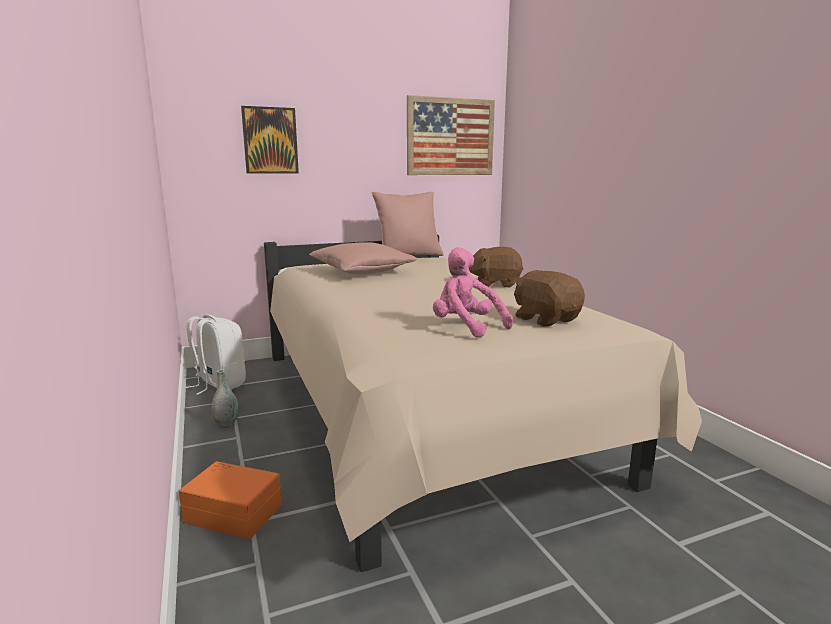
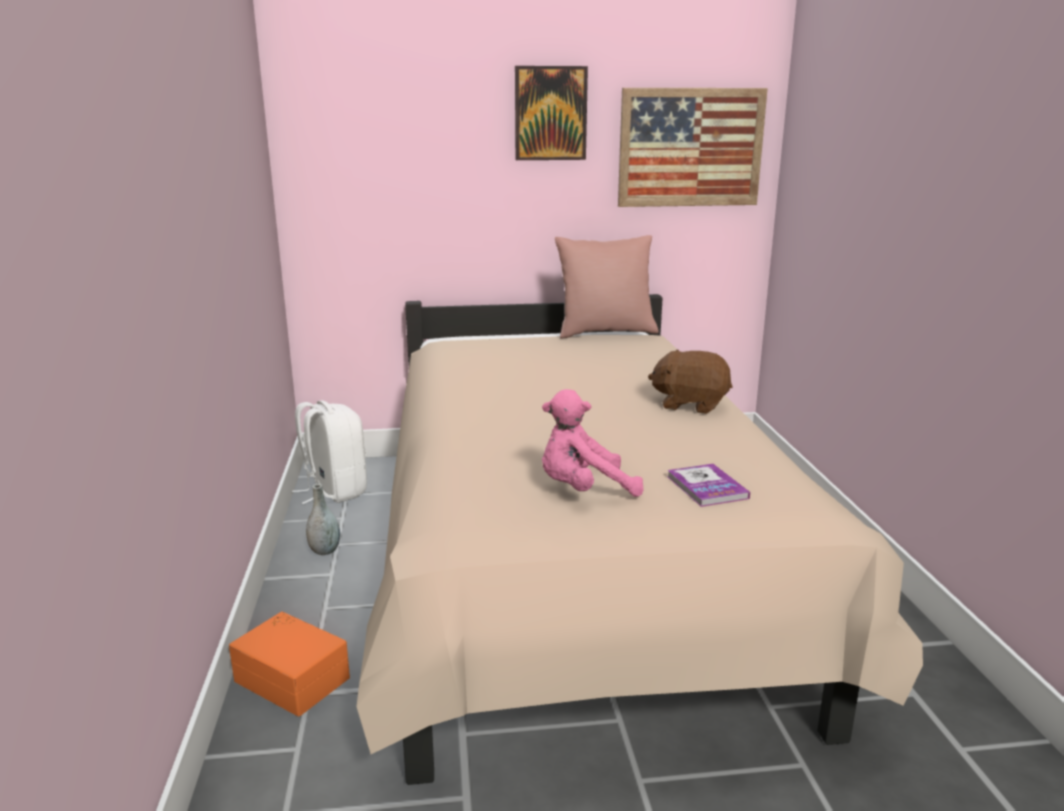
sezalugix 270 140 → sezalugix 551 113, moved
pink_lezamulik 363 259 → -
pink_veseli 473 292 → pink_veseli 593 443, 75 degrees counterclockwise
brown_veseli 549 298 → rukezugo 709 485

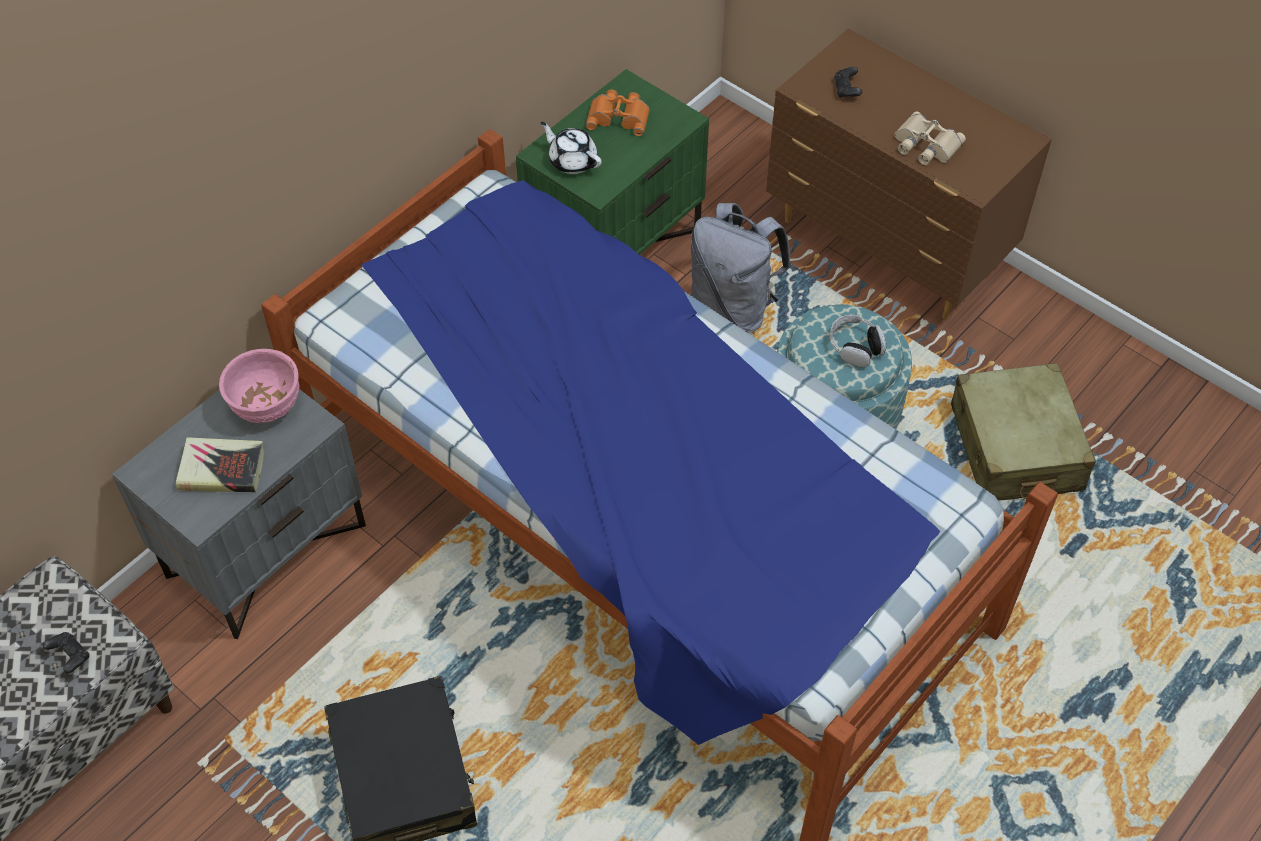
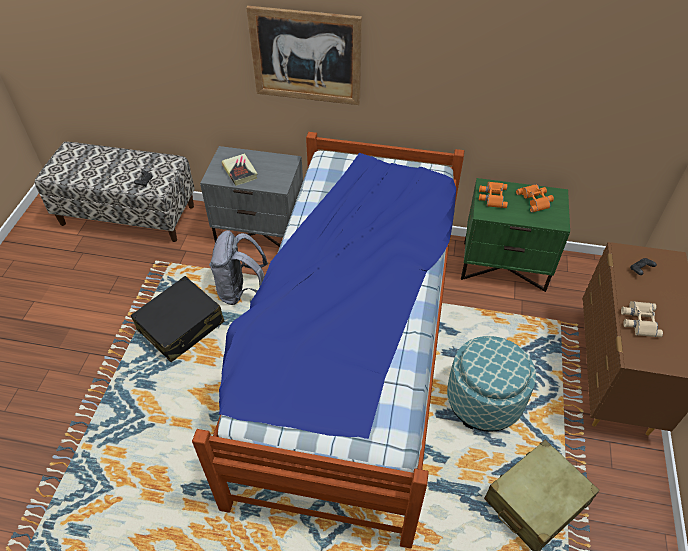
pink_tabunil 259 386 → -
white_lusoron 571 148 → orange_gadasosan 493 195
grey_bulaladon 741 267 → grey_bulaladon 238 267, moved
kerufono 857 340 → -
- → sezalugix 304 55

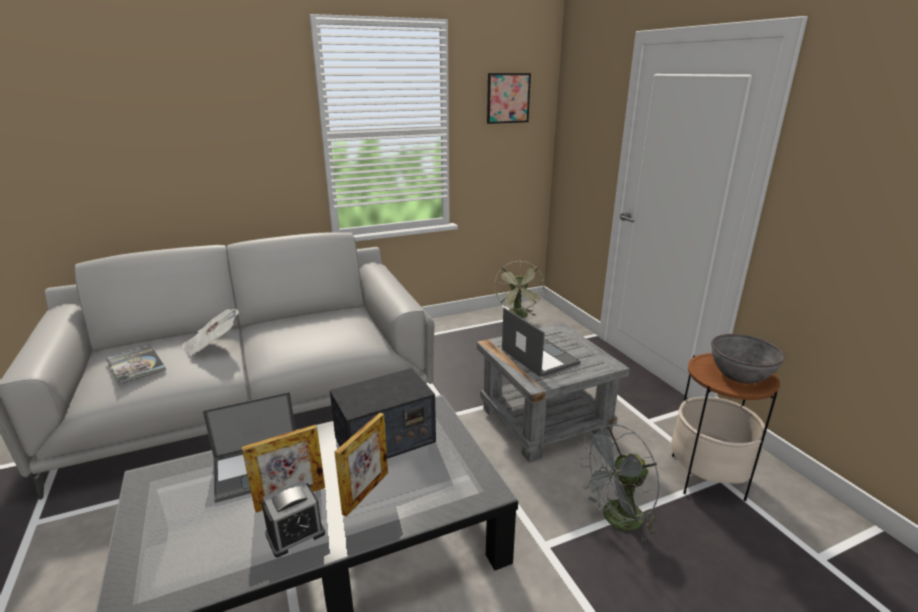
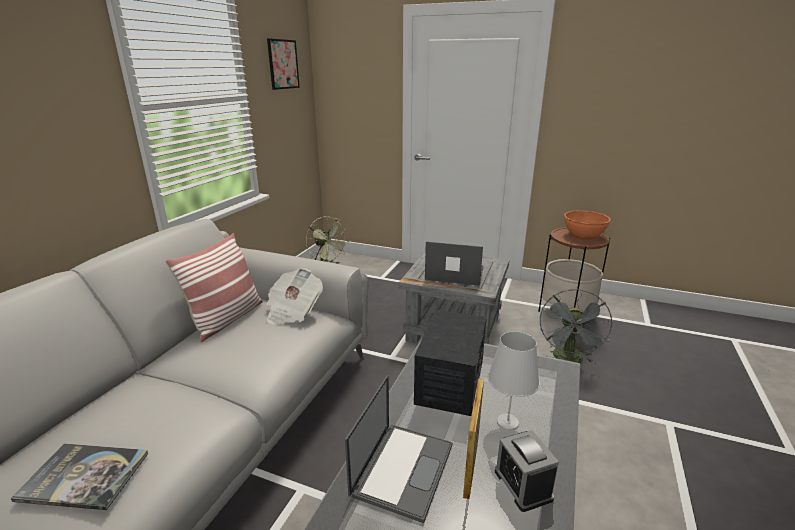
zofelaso 210 332 → zofelaso 294 296, moved
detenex 293 518 → detenex 527 471, 150 degrees clockwise
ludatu 361 464 → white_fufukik 514 380
grey_tabunil 748 359 → orange_tabunil 587 224
- → lezamulik 214 287

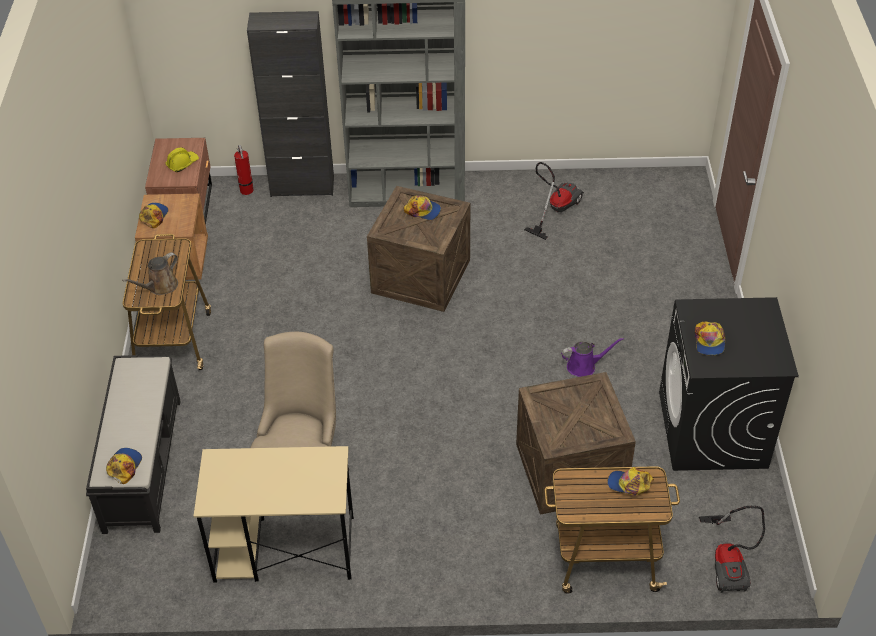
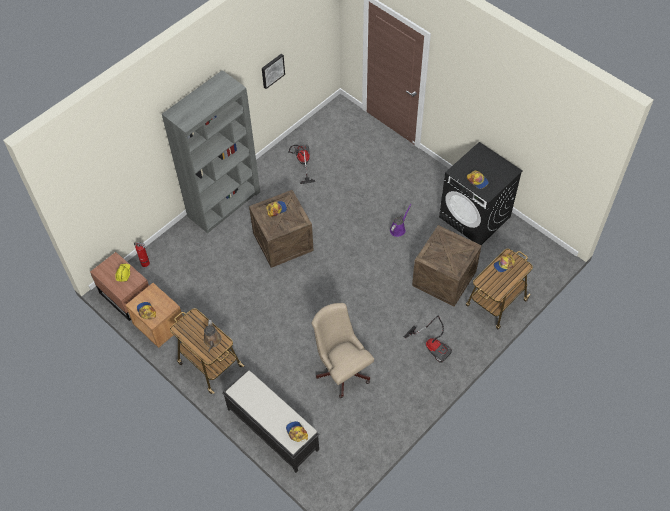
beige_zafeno 273 514 → -
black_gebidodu 290 104 → -
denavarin 732 549 → denavarin 428 339, moved
- → sezalugix 273 71

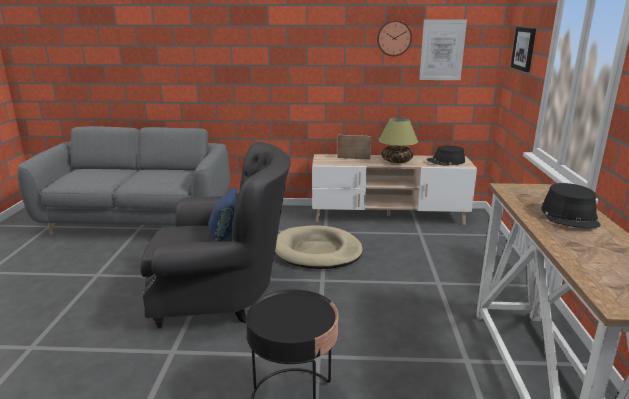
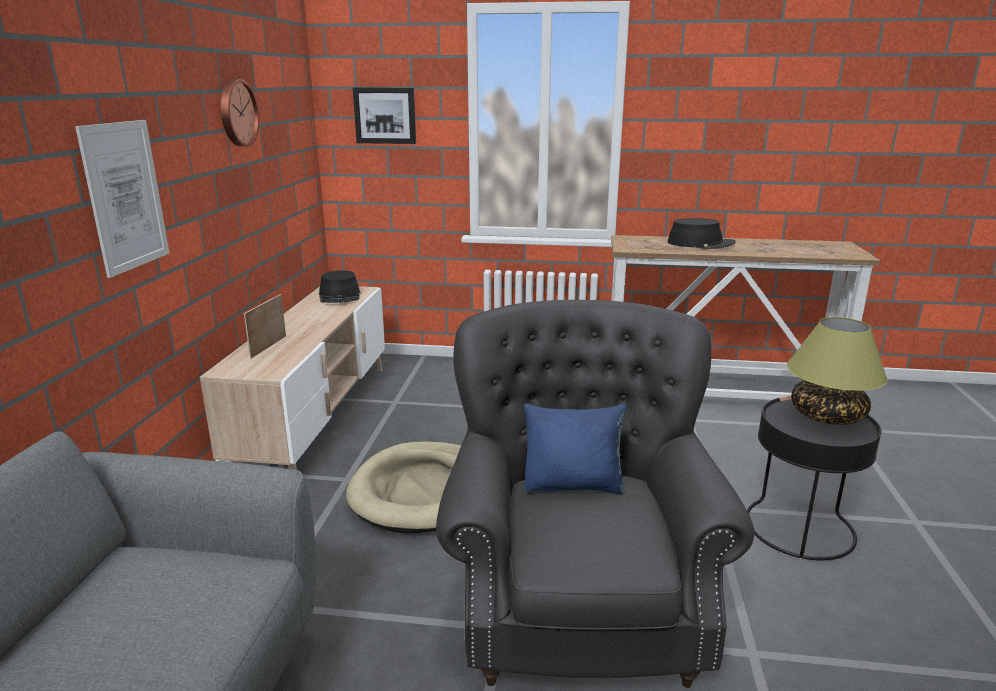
fufukik 398 140 → fufukik 837 371, moved
sezalugix 443 50 → sezalugix 122 199, moved

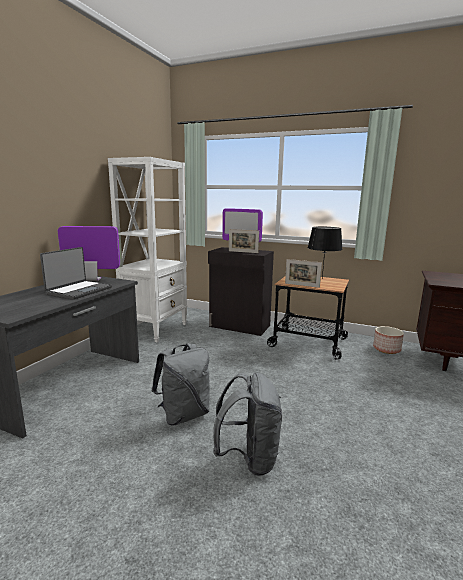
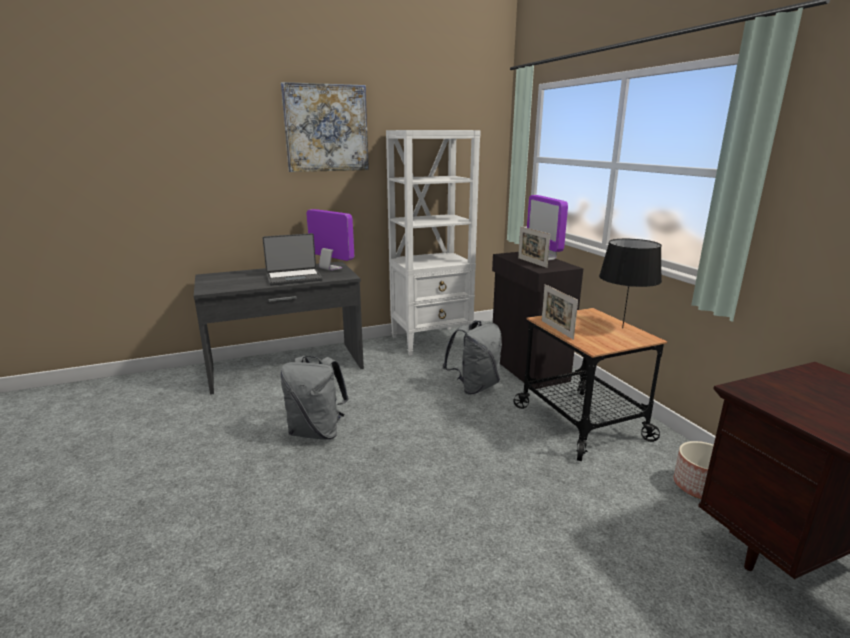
grey_bulaladon 247 424 → grey_bulaladon 472 357, moved
- → sezalugix 325 127

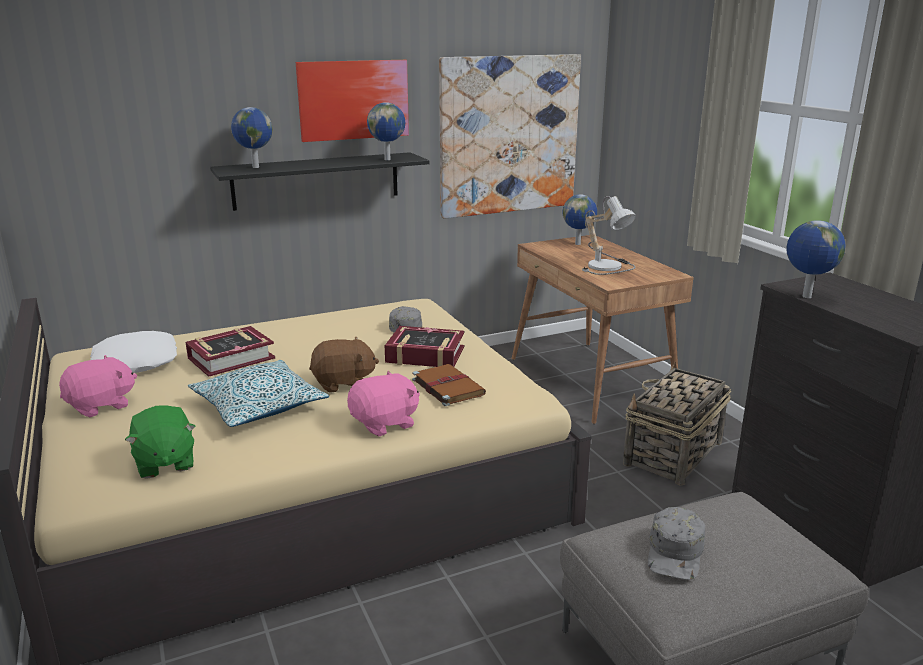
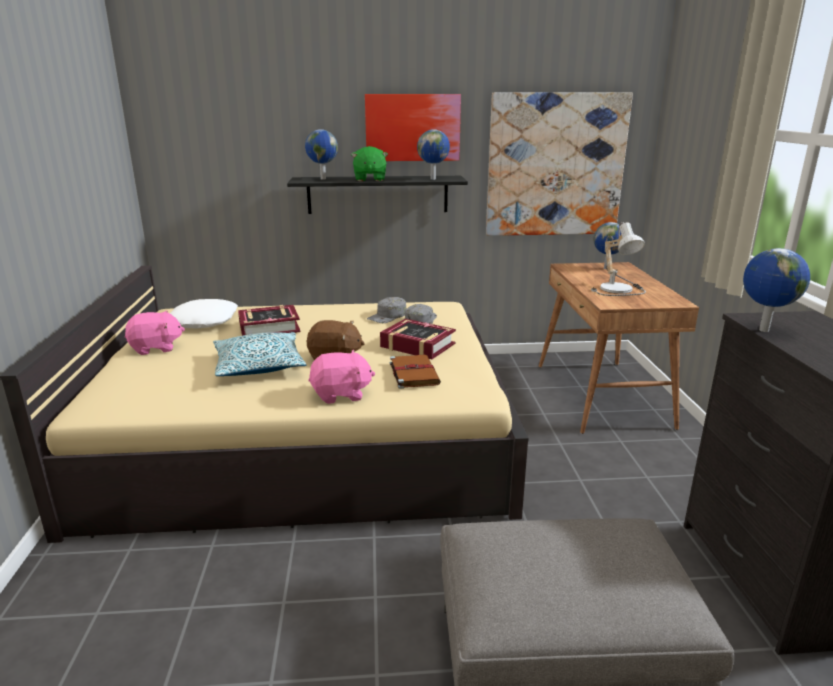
green_veseli 160 442 → green_veseli 369 163, moved
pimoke 677 424 → -
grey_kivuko 676 543 → grey_kivuko 386 310, moved

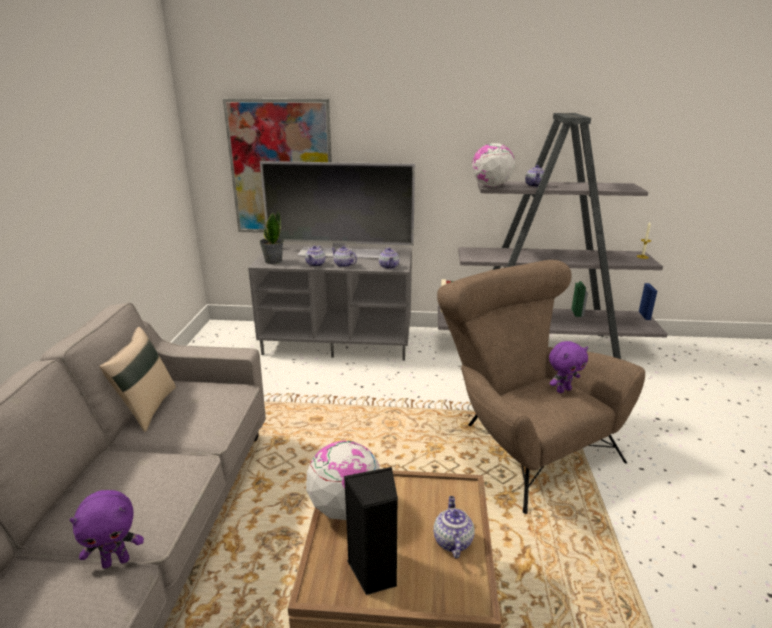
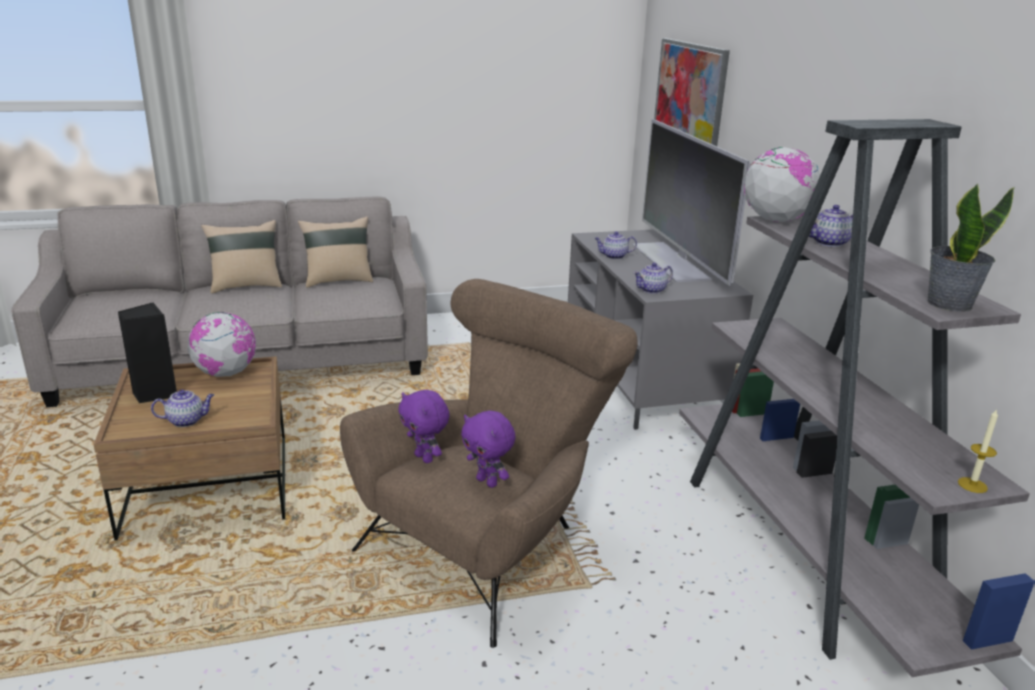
purple_veseli 106 529 → purple_veseli 424 426, moved
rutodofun 271 237 → rutodofun 971 247, moved
lusoron 344 256 → -
- → beige_lezamulik 241 257

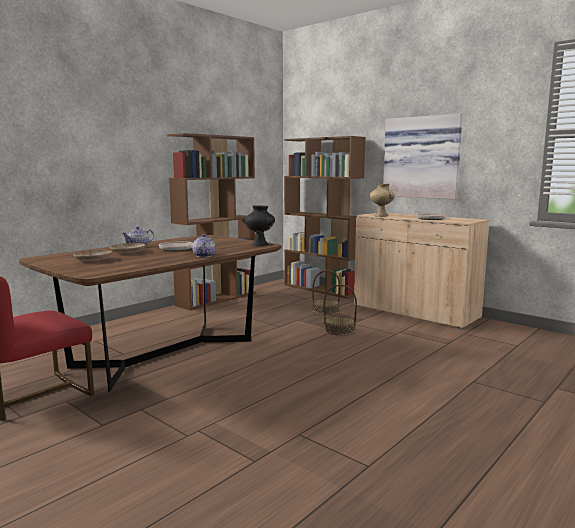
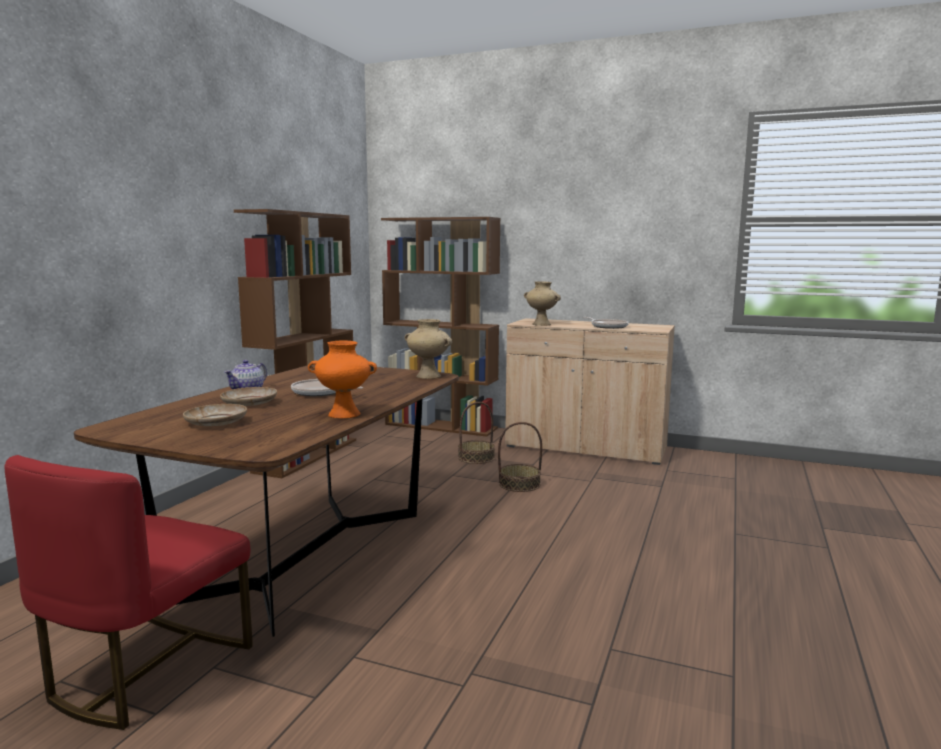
lusoron 204 245 → -
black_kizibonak 260 225 → beige_kizibonak 428 349
sezalugix 423 156 → -
- → orange_kizibonak 342 380

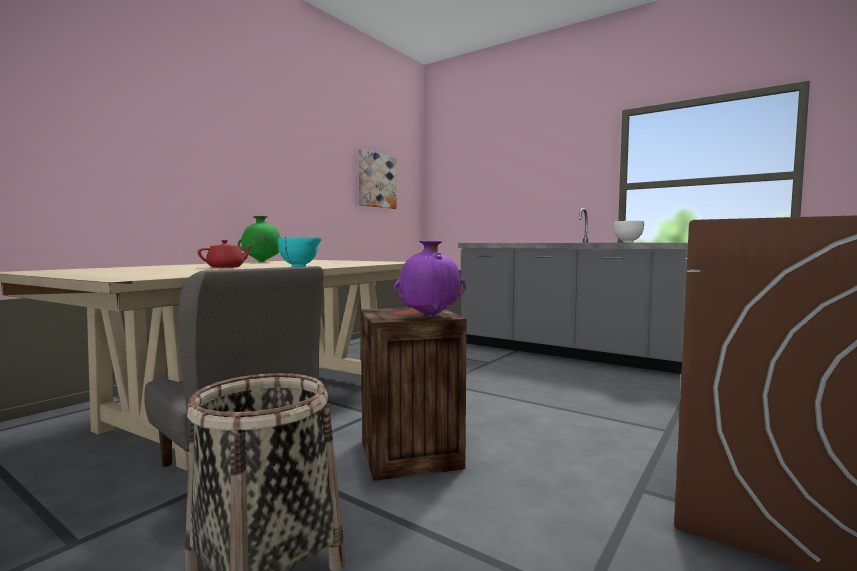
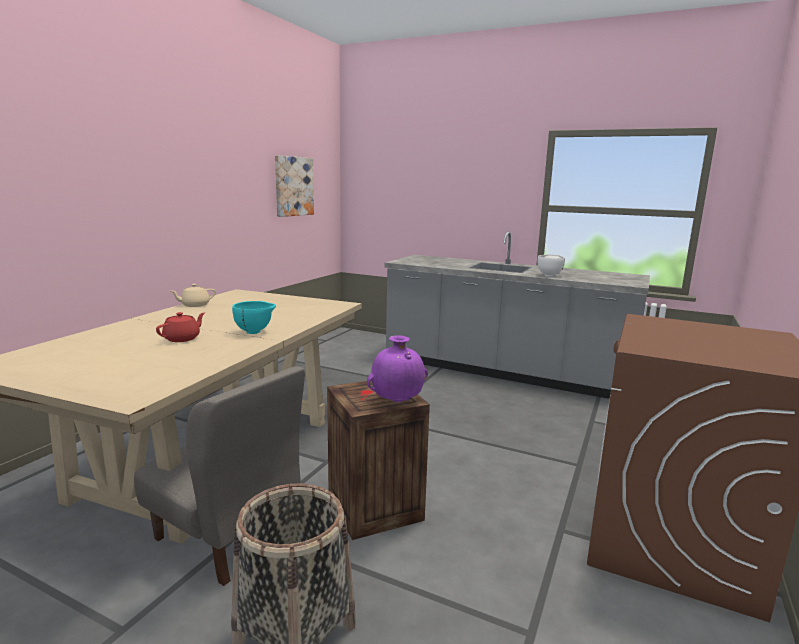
green_kizibonak 259 239 → beige_lusoron 193 295

